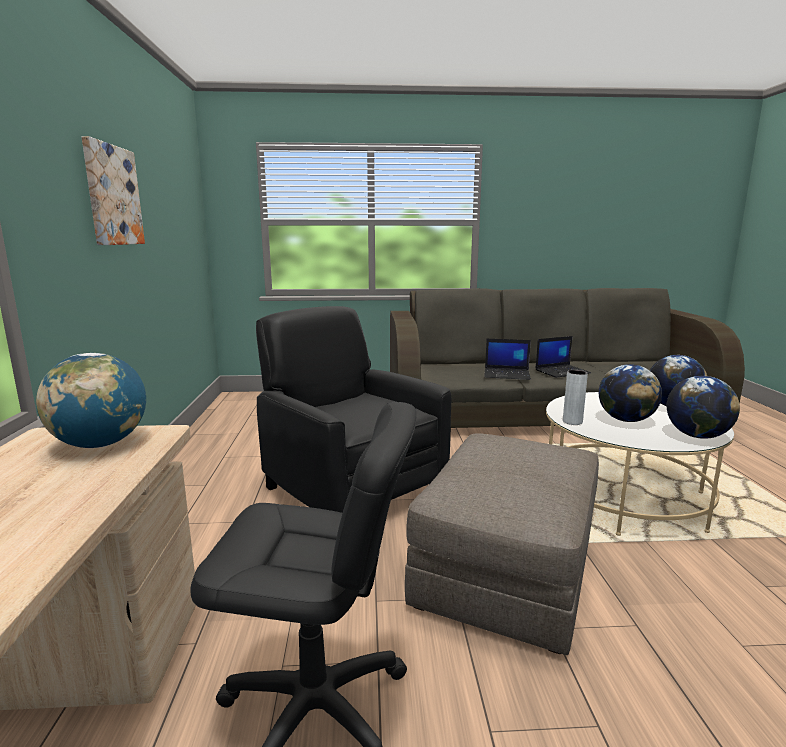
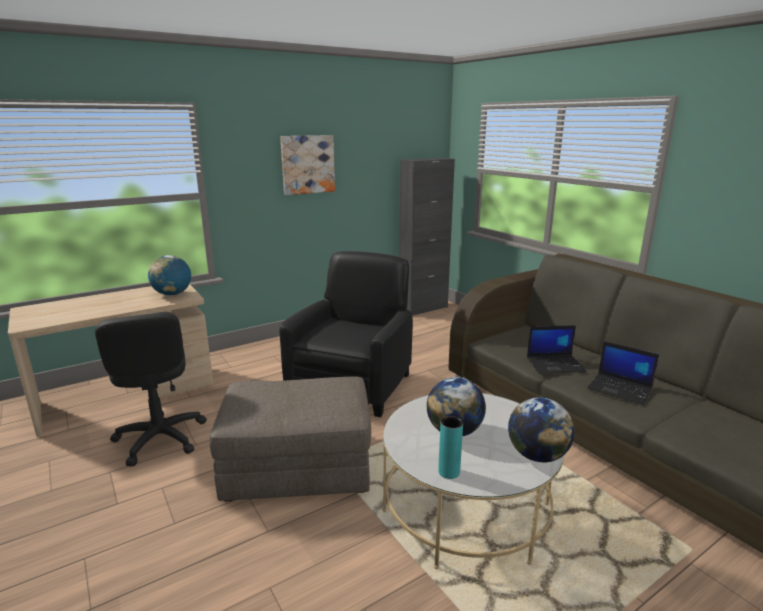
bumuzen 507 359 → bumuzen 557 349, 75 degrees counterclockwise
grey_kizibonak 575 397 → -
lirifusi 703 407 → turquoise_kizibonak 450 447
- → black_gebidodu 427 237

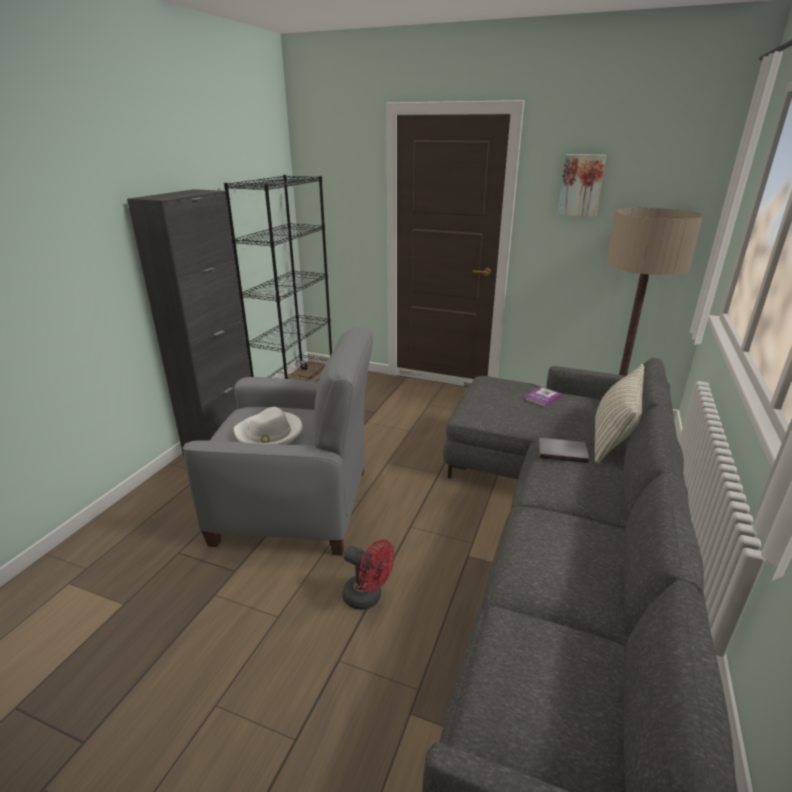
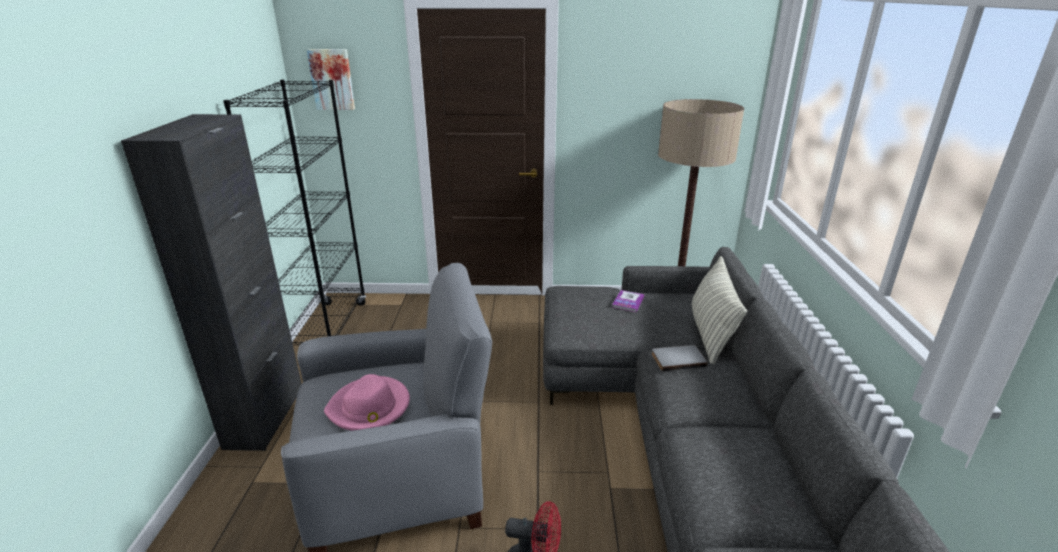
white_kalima 268 426 → pink_kalima 367 402
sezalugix 582 185 → sezalugix 331 79, moved

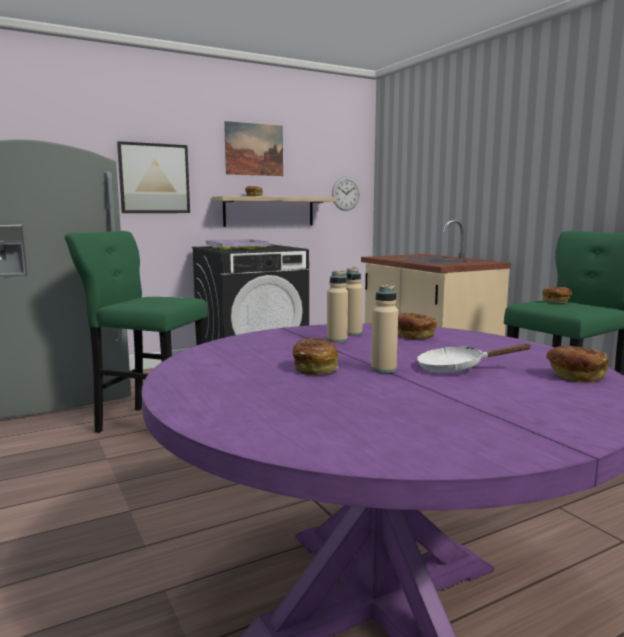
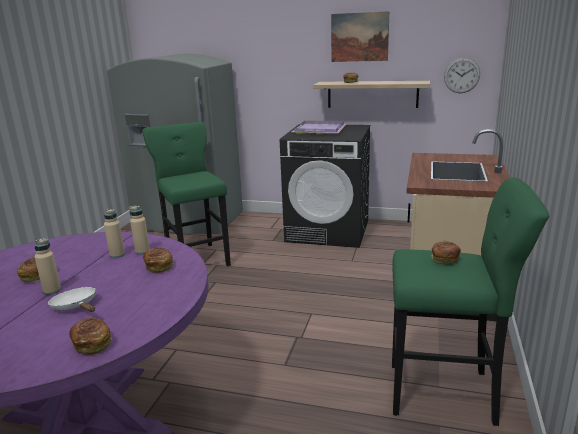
sezalugix 153 177 → -

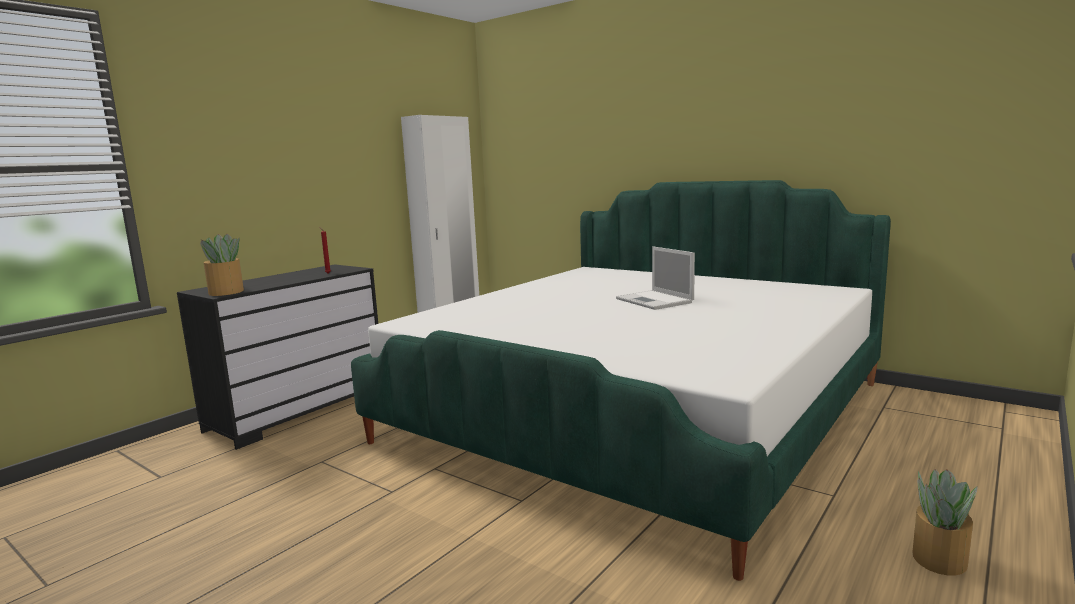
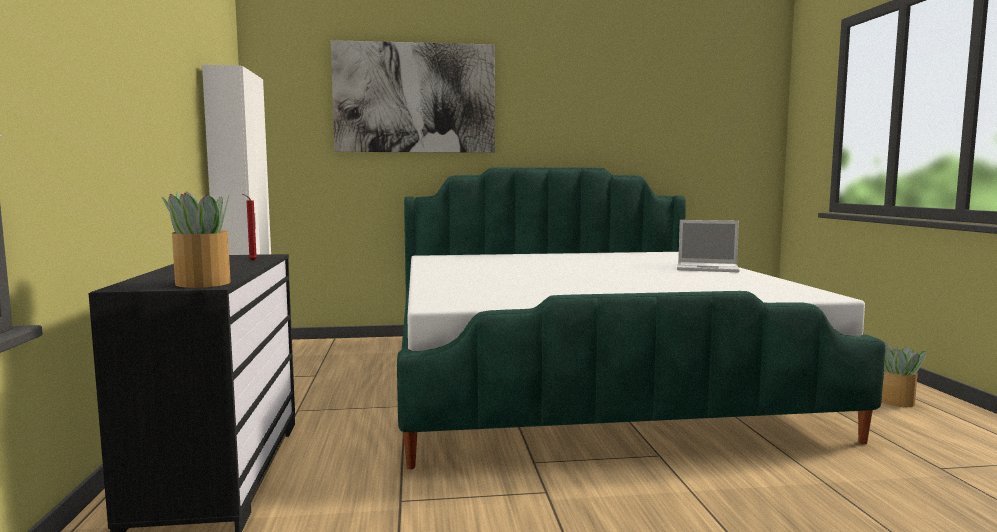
bumuzen 655 278 → bumuzen 708 246, moved
- → sezalugix 413 96

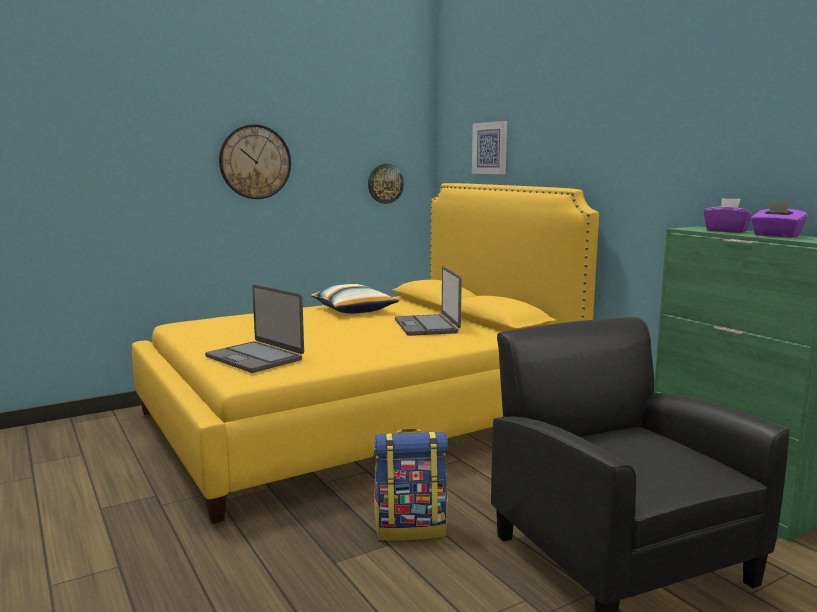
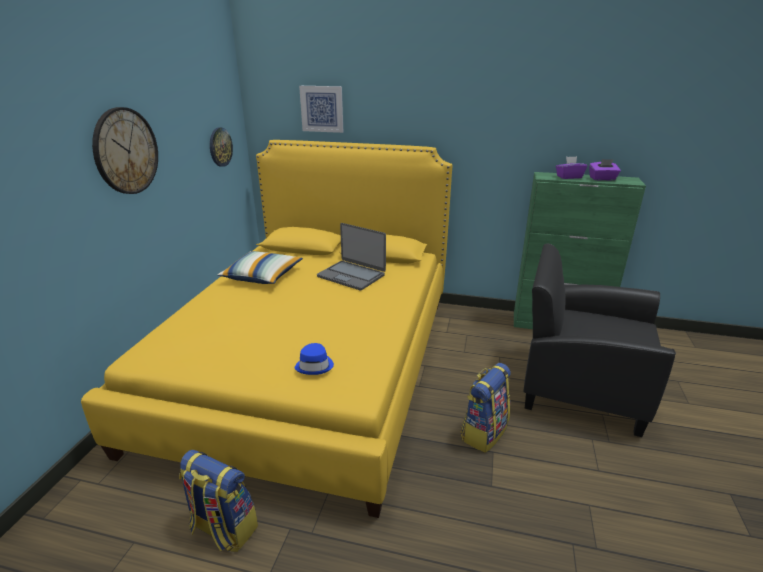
bumuzen 254 329 → blue_kalima 314 359
- → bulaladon 218 501

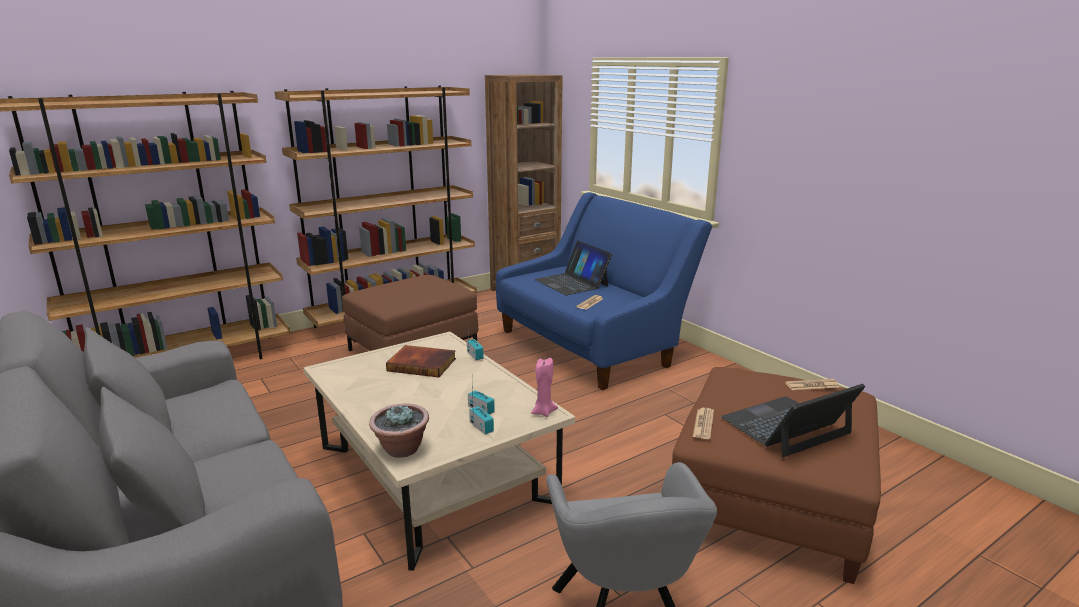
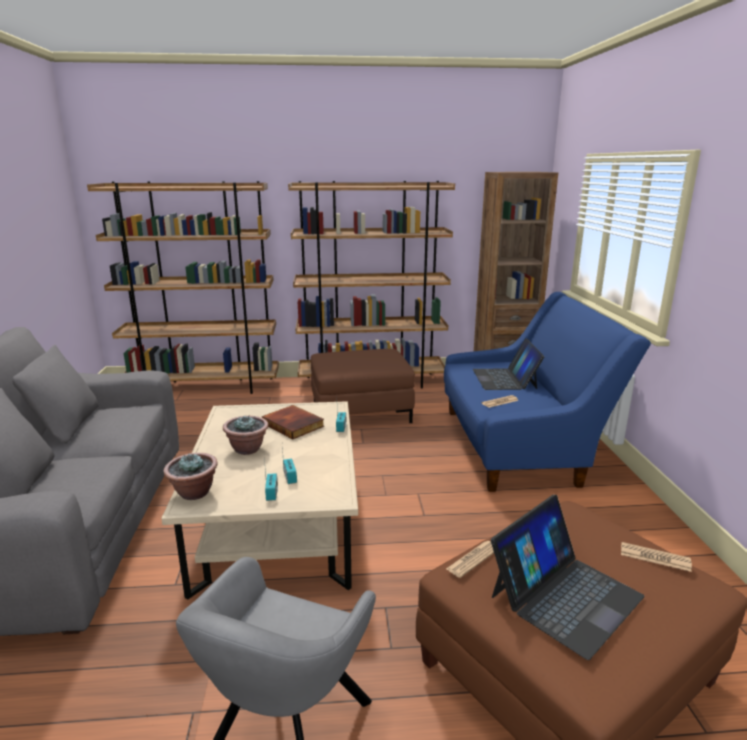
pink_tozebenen 544 387 → -
bumuzen 793 420 → bumuzen 567 577, 135 degrees clockwise
- → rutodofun 245 435

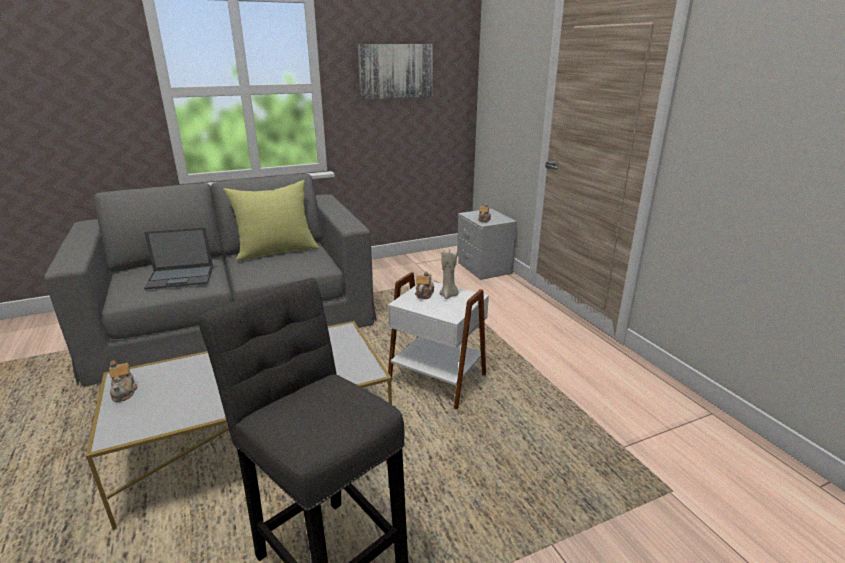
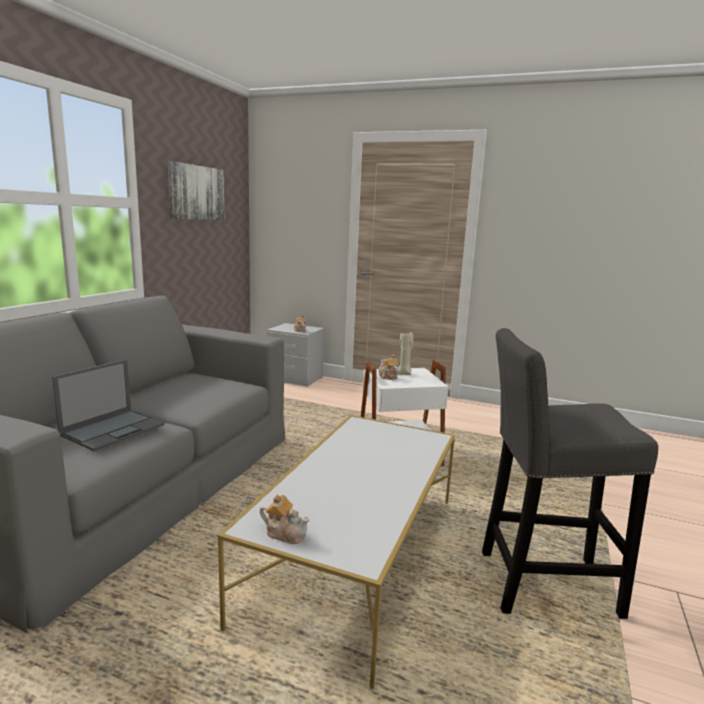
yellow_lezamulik 271 220 → -

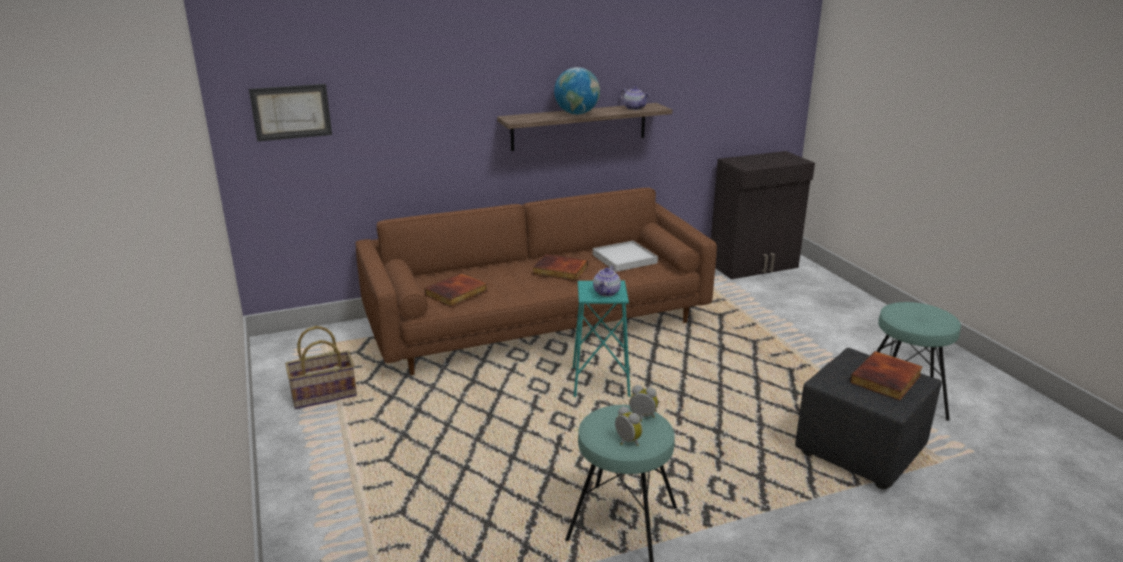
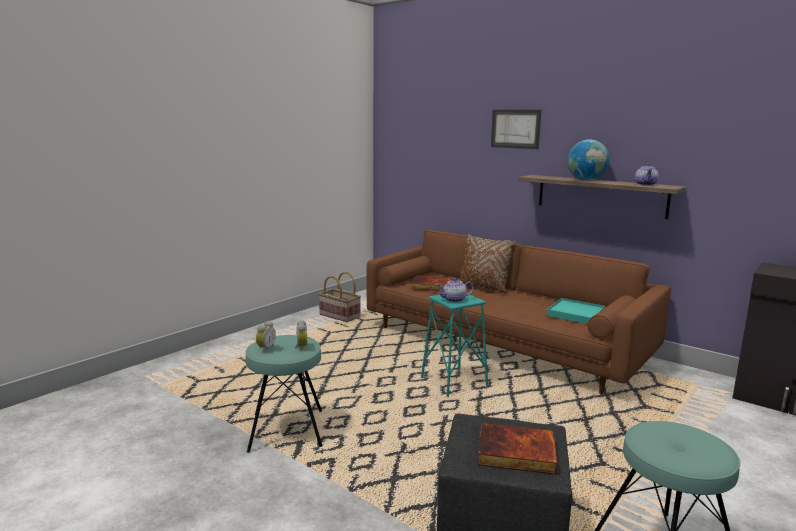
sezalugix 290 113 → sezalugix 516 129, moved
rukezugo 560 267 → -
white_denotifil 625 256 → turquoise_denotifil 576 311
- → brown_lezamulik 487 263

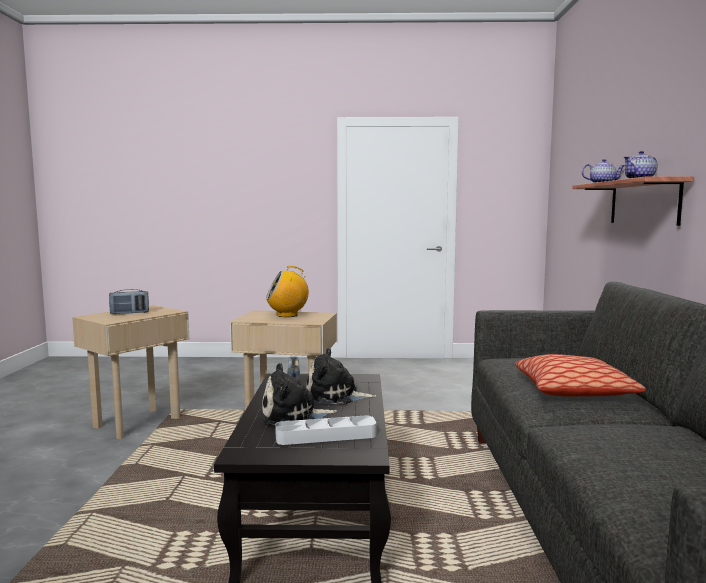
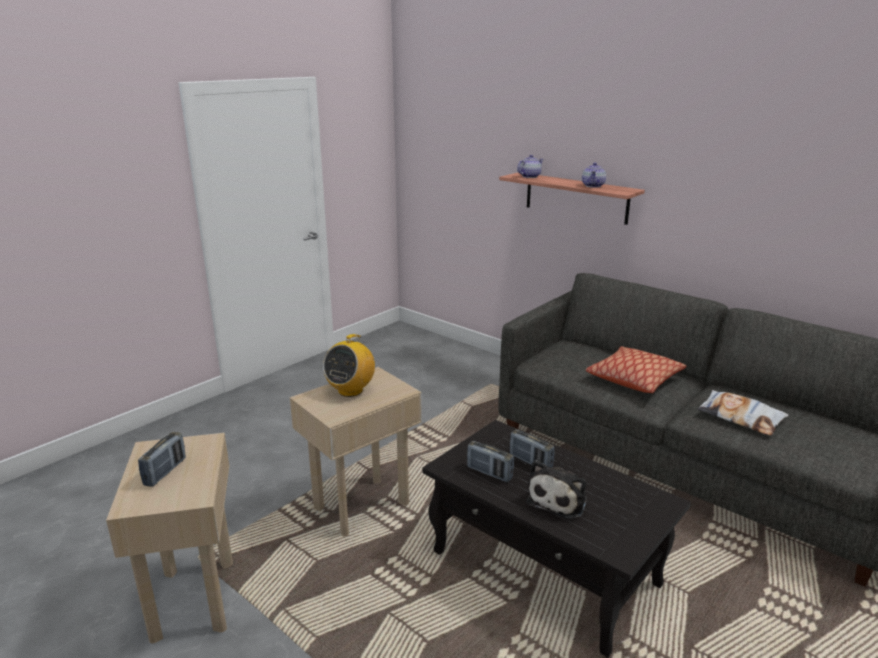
grey_denotifil 325 430 → -
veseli 341 376 → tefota 532 448
- → lezamulik 743 413

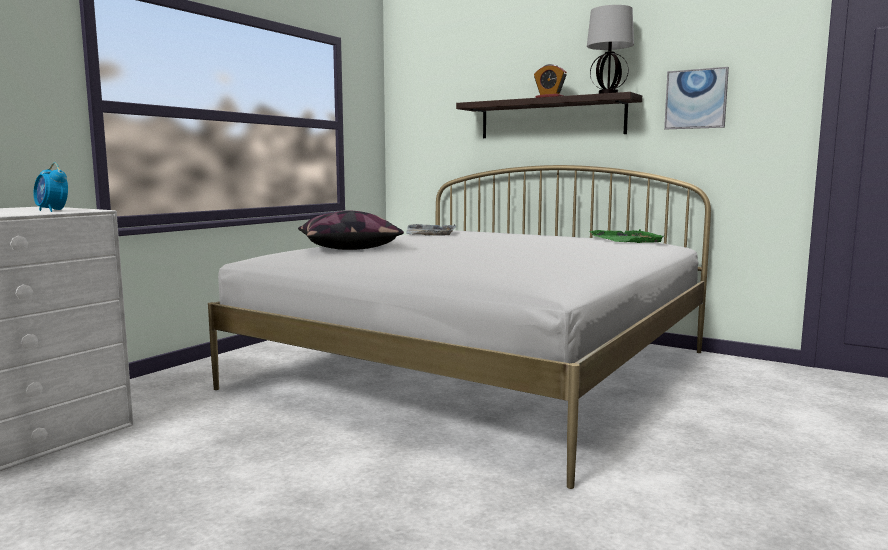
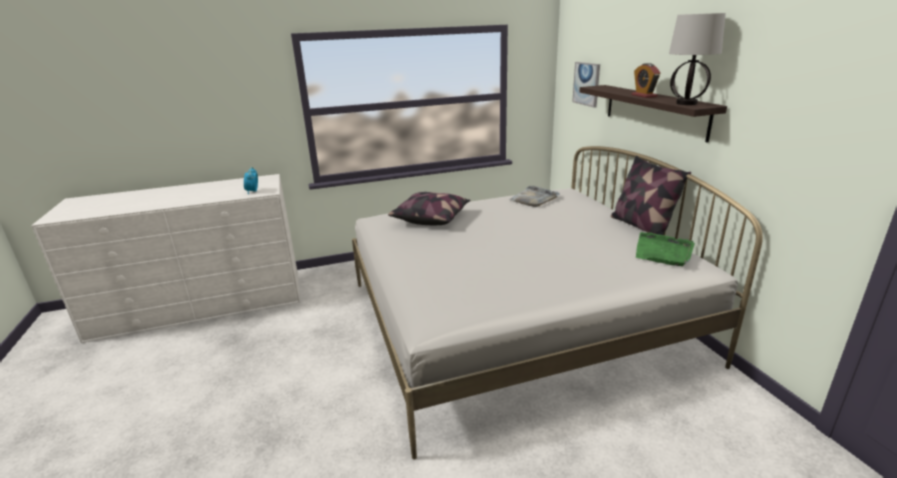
sezalugix 696 98 → sezalugix 586 85, moved
- → lezamulik 651 195

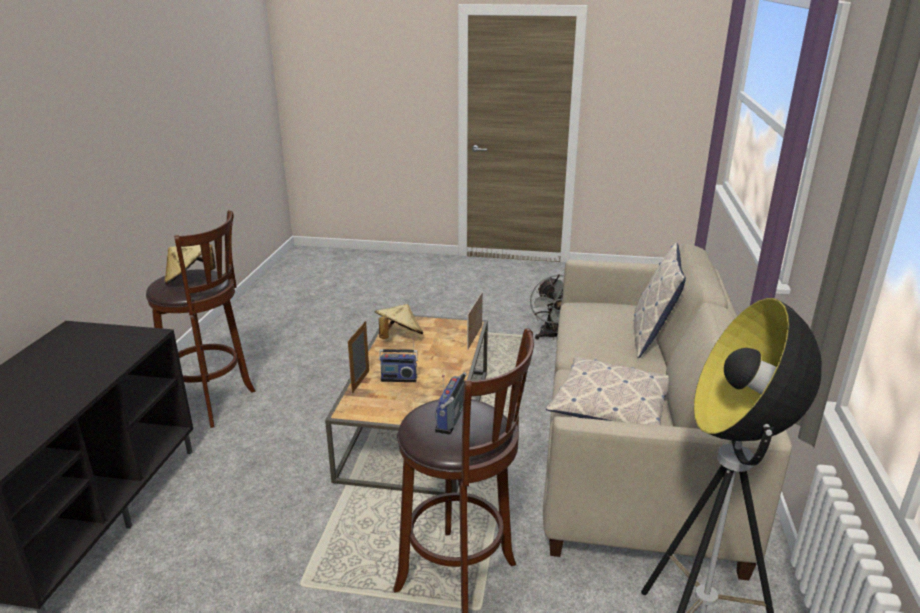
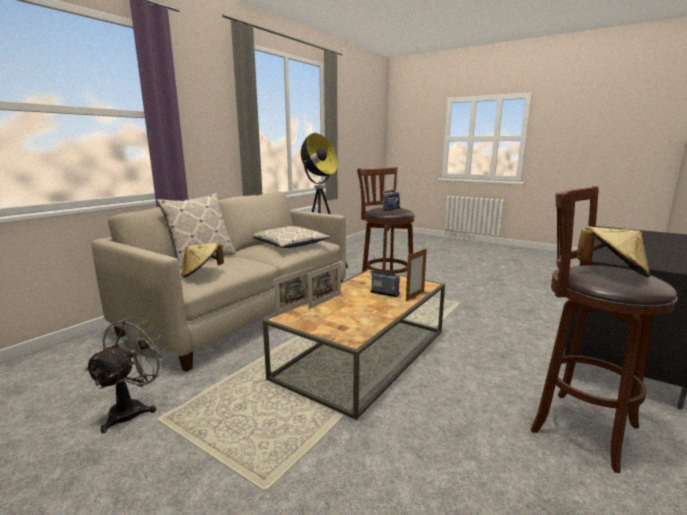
beige_kalima 399 321 → beige_kalima 202 260, moved
- → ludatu 324 285

